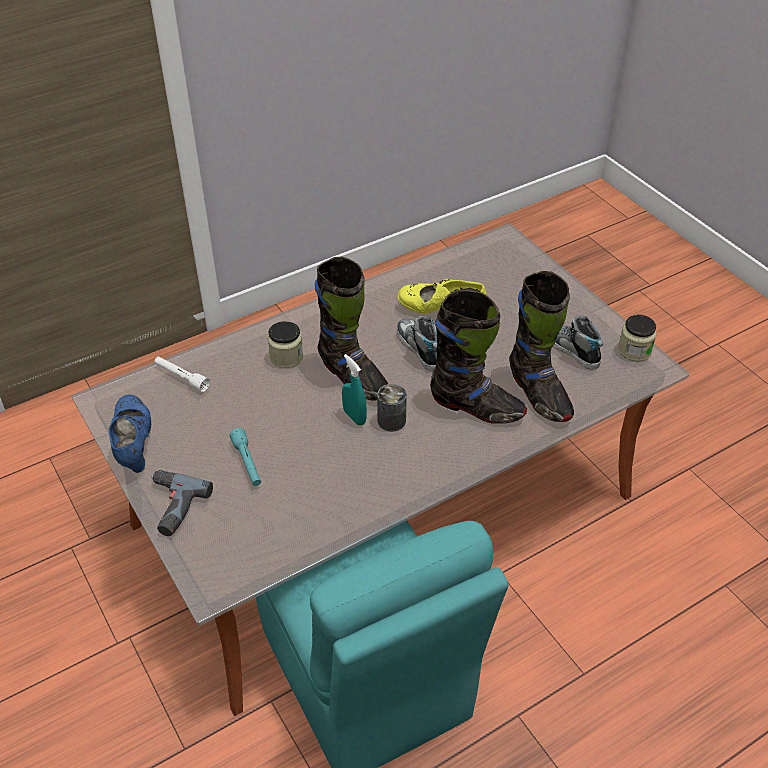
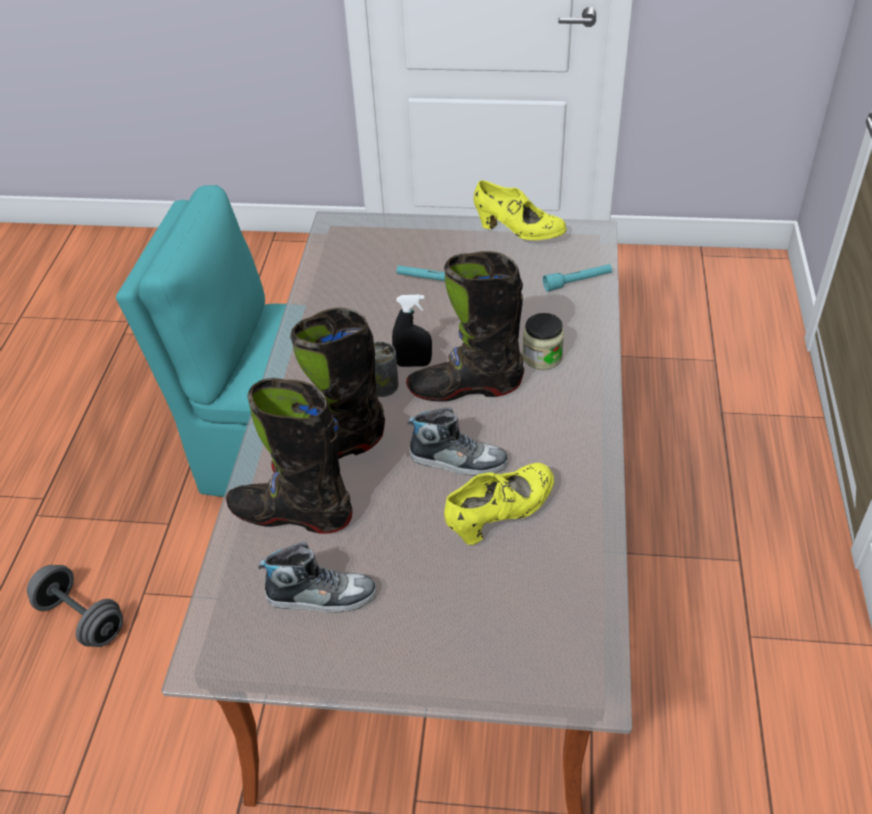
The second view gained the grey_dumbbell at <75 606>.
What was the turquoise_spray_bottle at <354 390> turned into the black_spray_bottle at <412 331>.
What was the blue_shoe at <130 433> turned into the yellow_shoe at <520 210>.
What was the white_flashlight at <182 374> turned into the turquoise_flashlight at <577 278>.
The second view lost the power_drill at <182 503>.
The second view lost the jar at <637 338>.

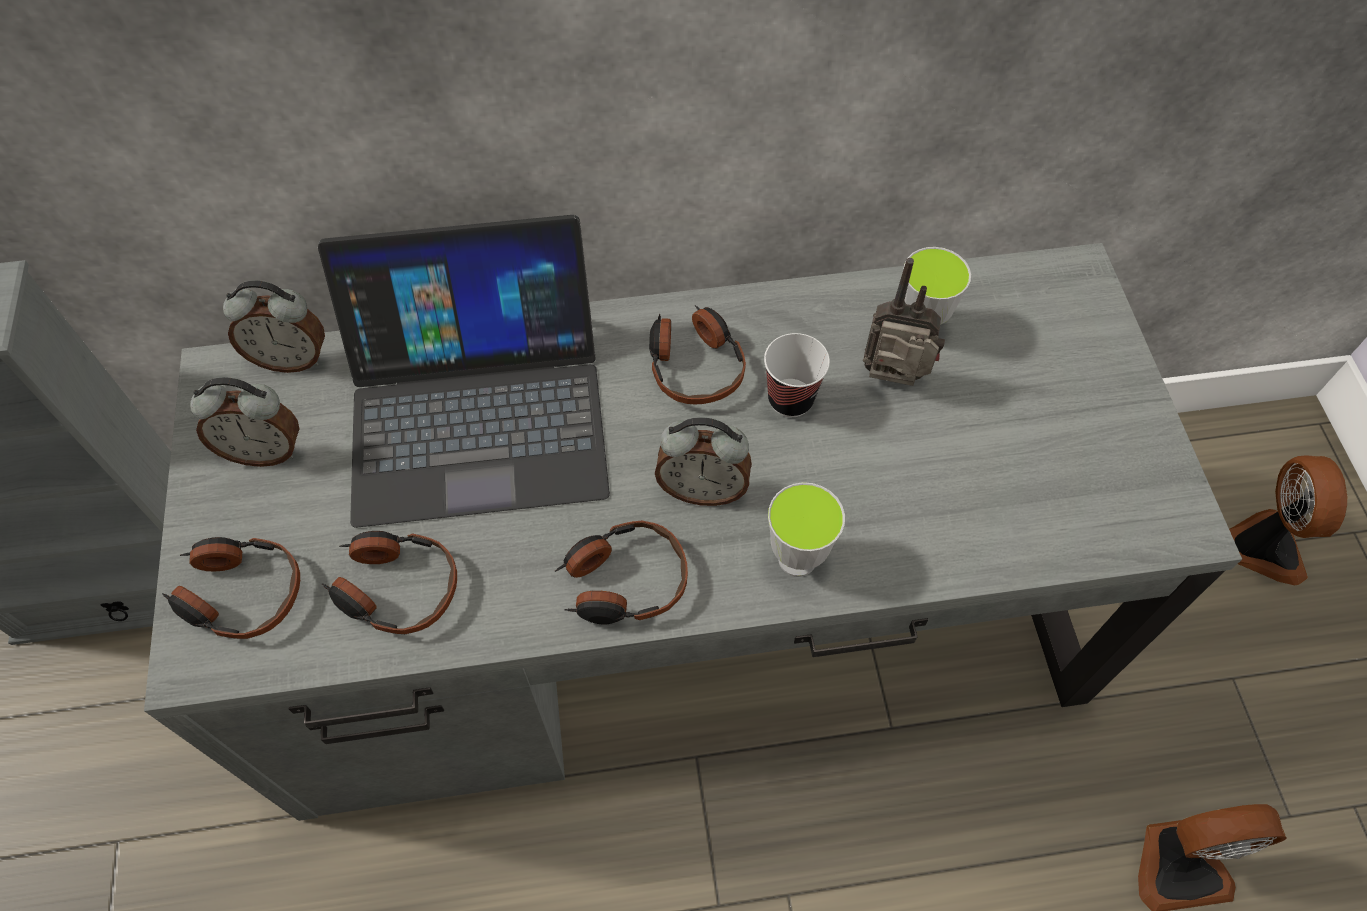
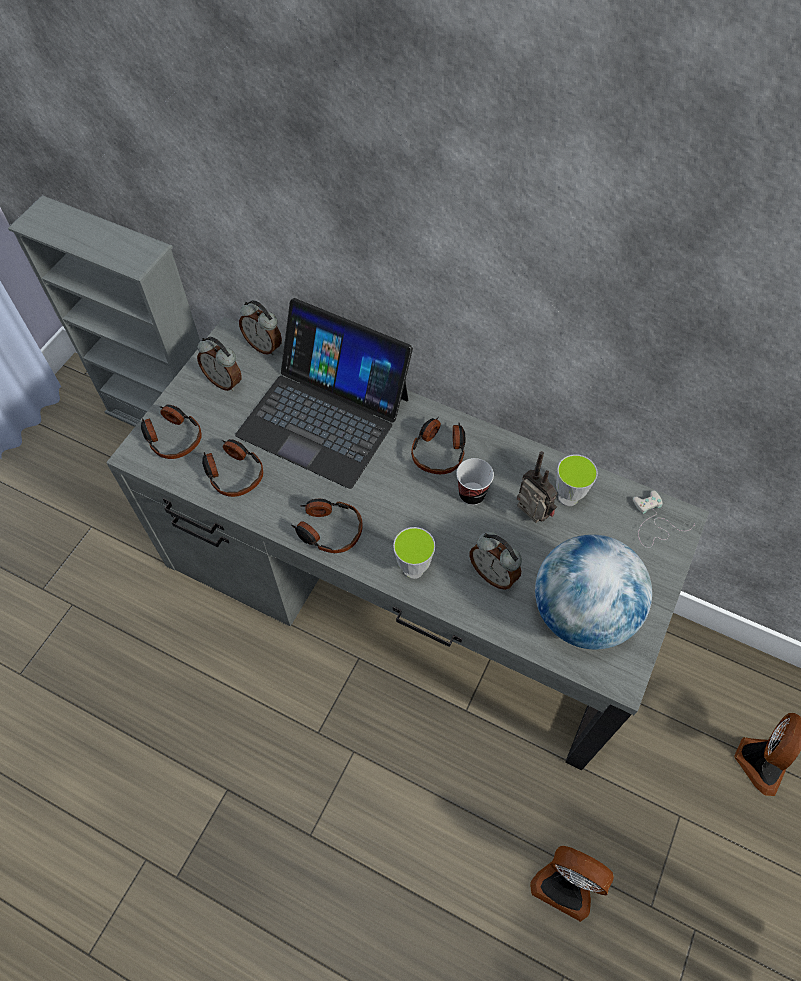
The alarm_clock ended up elsewhere, having gone from <703 461> to <496 561>.
The second view gained the globe at <593 591>.
The second view gained the white_game_controller at <664 519>.

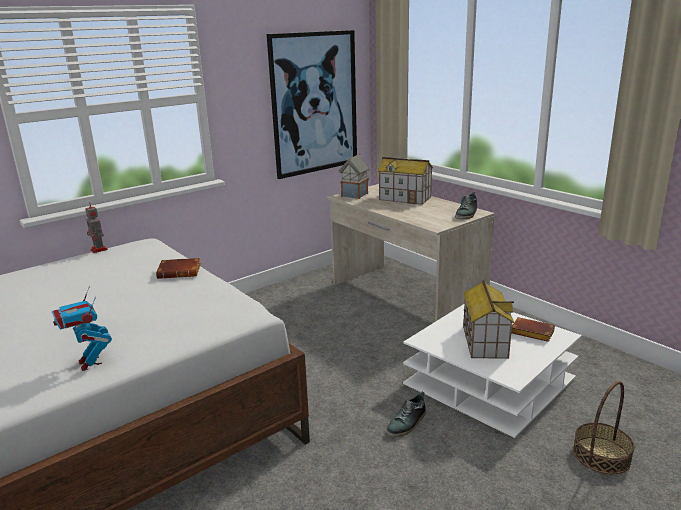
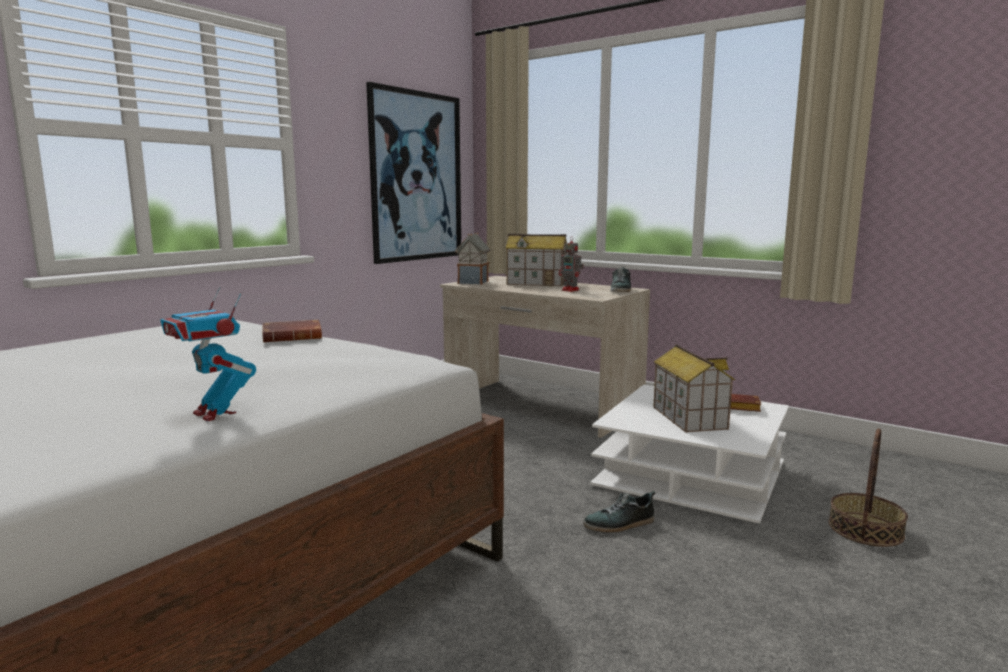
The toy_robot ended up elsewhere, having gone from <96 227> to <571 264>.
The shoe at <406 414> ended up facing another way, 45 degrees clockwise from before.

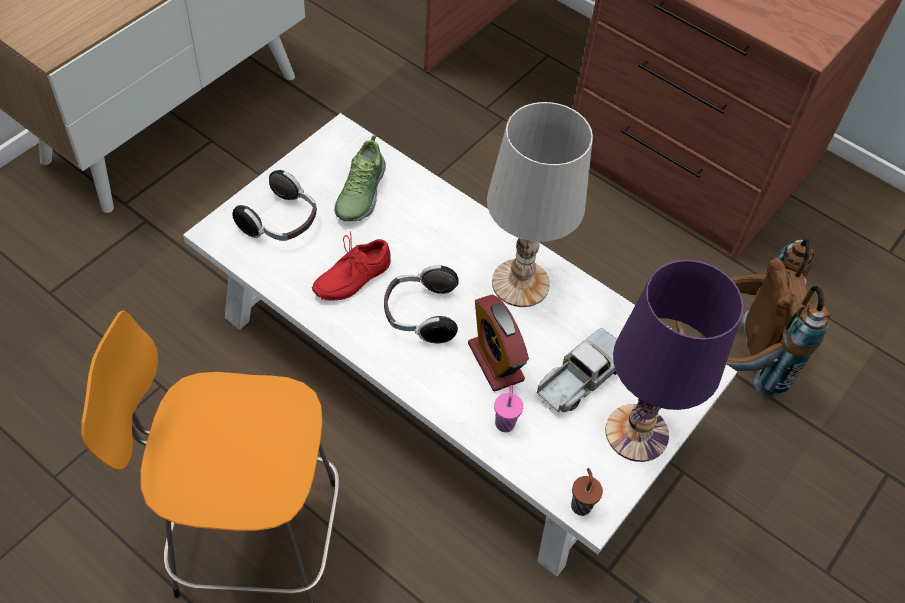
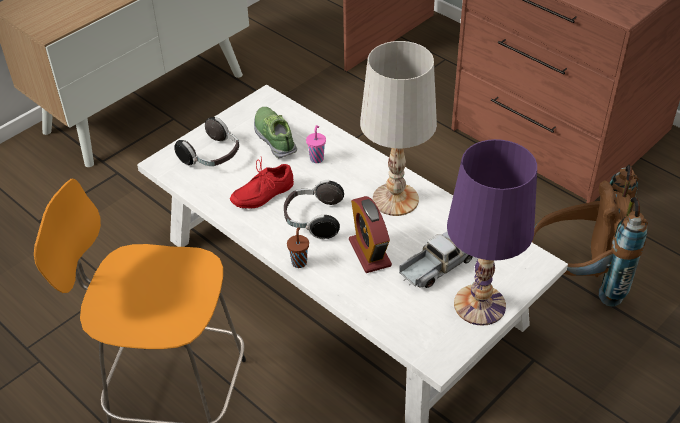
The shoe at <360 178> ended up facing another way, 135 degrees clockwise from before.
The brown_cup ended up elsewhere, having gone from <587 492> to <298 248>.
The pink_cup ended up elsewhere, having gone from <508 408> to <316 144>.

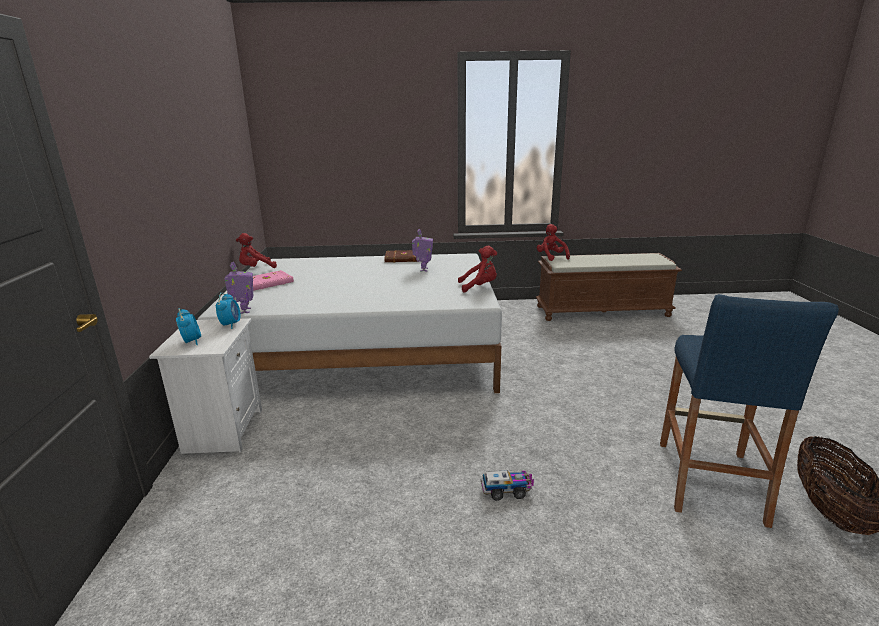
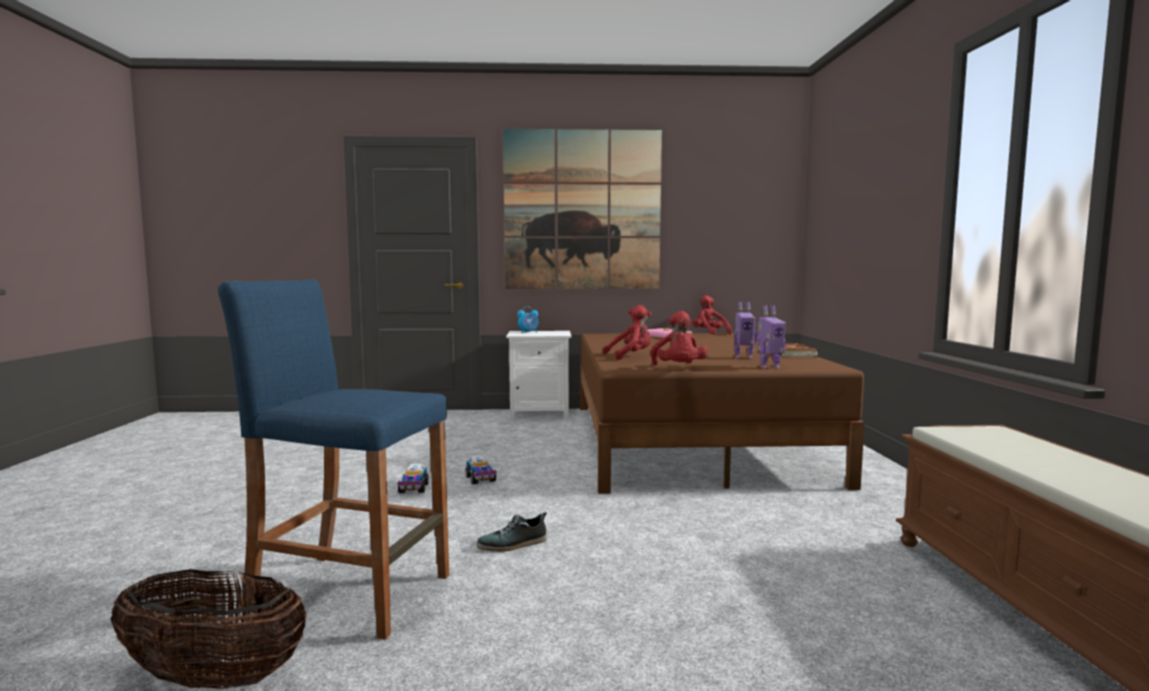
The second view gained the toy_truck at <481 469>.
The second view gained the shoe at <512 532>.
The second view gained the picture at <582 209>.
What was the white_bed at <349 323> turned into the brown_bed at <722 413>.
The red_plush_toy ended up elsewhere, having gone from <553 242> to <627 332>.
The toy_robot ended up elsewhere, having gone from <239 288> to <771 337>.
The second view lost the alarm_clock at <228 311>.

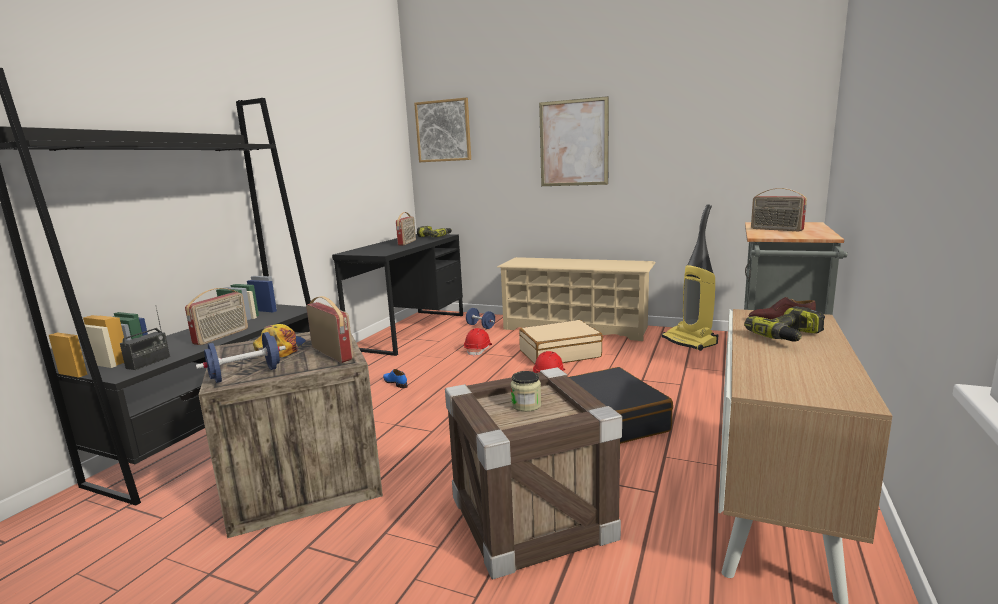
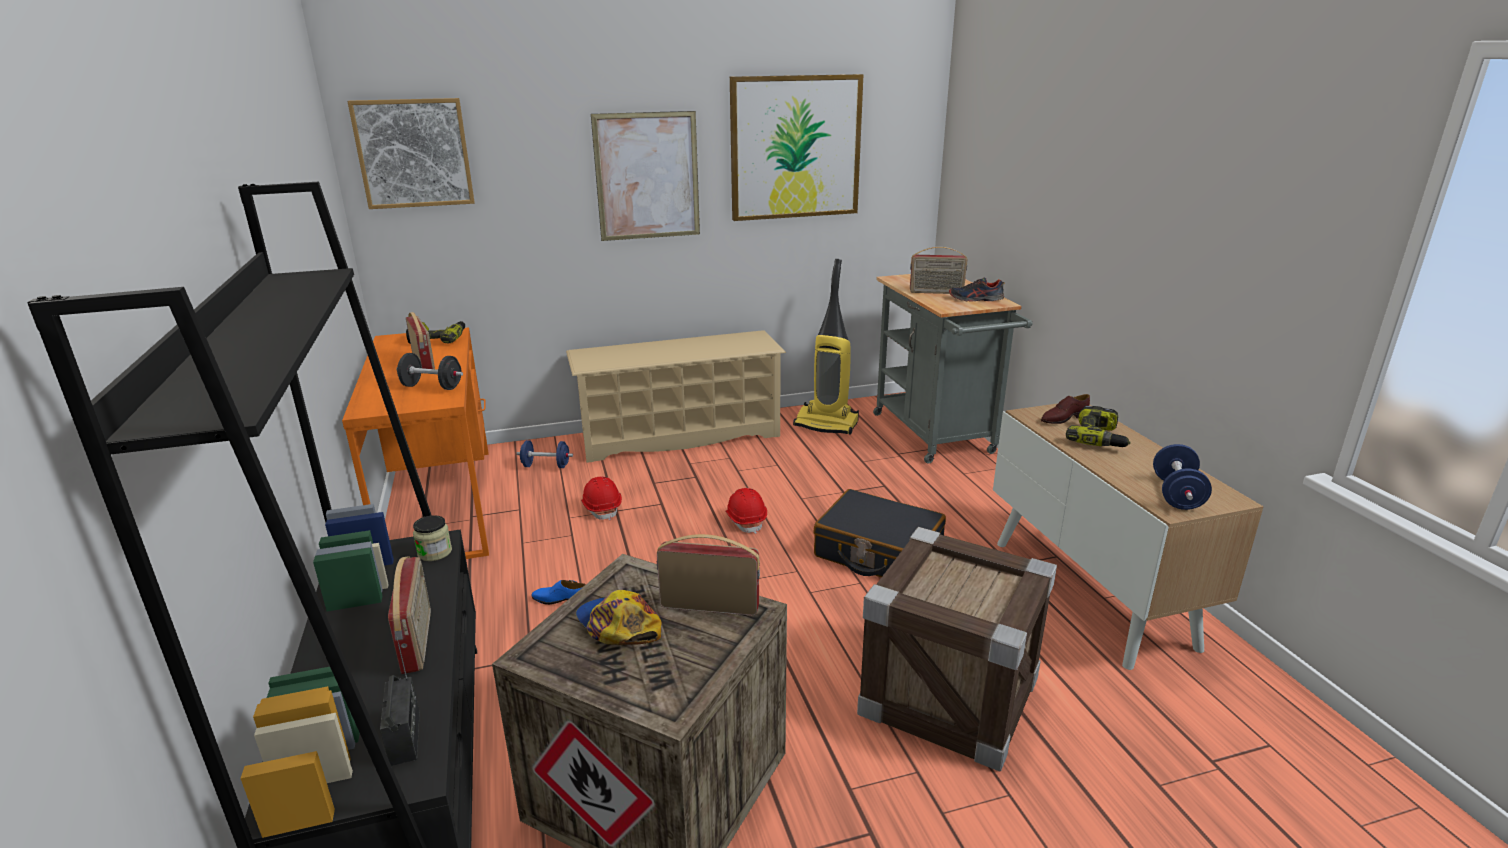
What was the black_desk at <397 295> turned into the orange_desk at <415 443>.
The second view gained the black_dumbbell at <429 371>.
The jar ended up elsewhere, having gone from <526 391> to <432 538>.
The second view gained the picture at <797 147>.
The second view gained the shoe at <977 289>.
The blue_dumbbell ended up elsewhere, having gone from <241 357> to <1182 477>.
The second view lost the beige_suitcase at <561 342>.

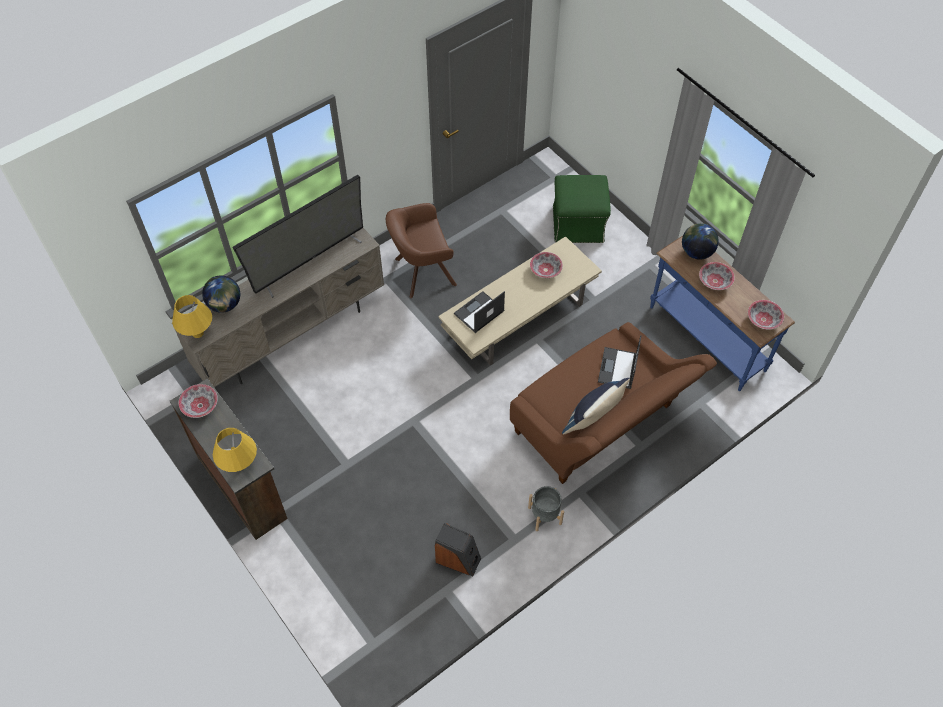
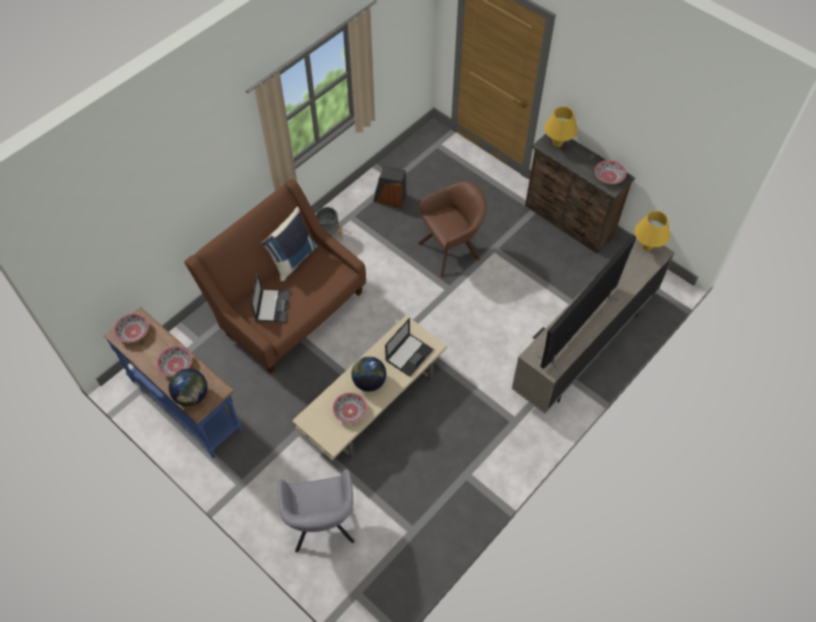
Where the green_ottoman stood at <582 209>, the grey_armchair came to stand at <315 510>.
The globe ended up elsewhere, having gone from <221 294> to <368 374>.
The brown_armchair ended up elsewhere, having gone from <421 250> to <452 229>.

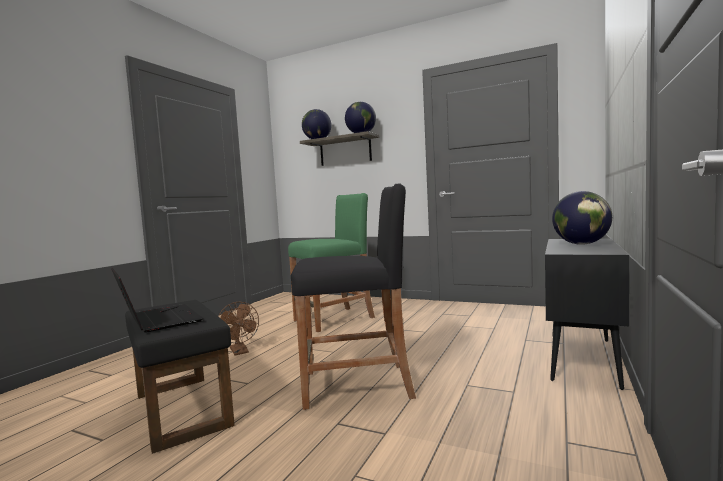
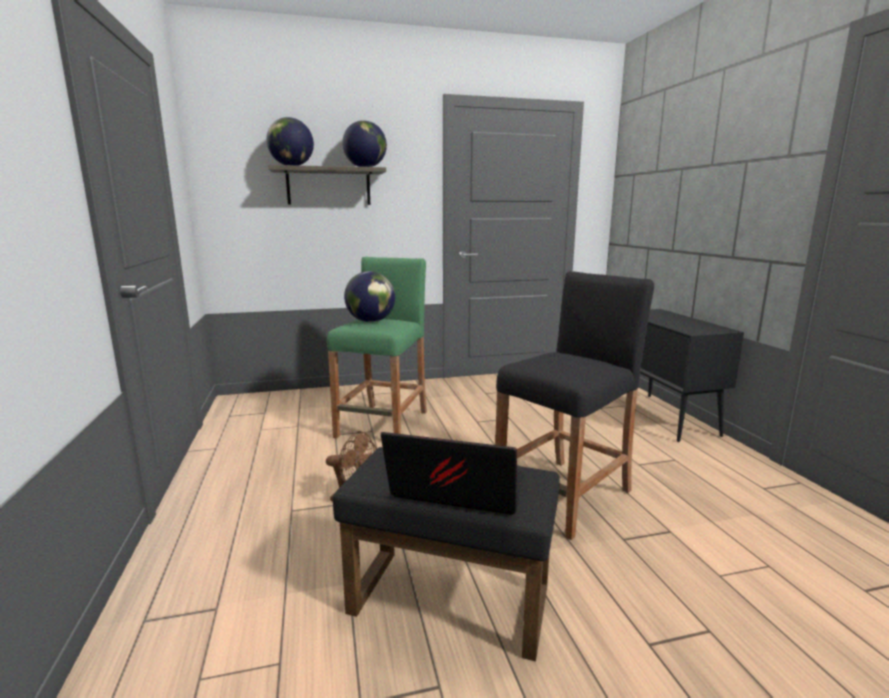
The globe ended up elsewhere, having gone from <582 218> to <369 296>.

